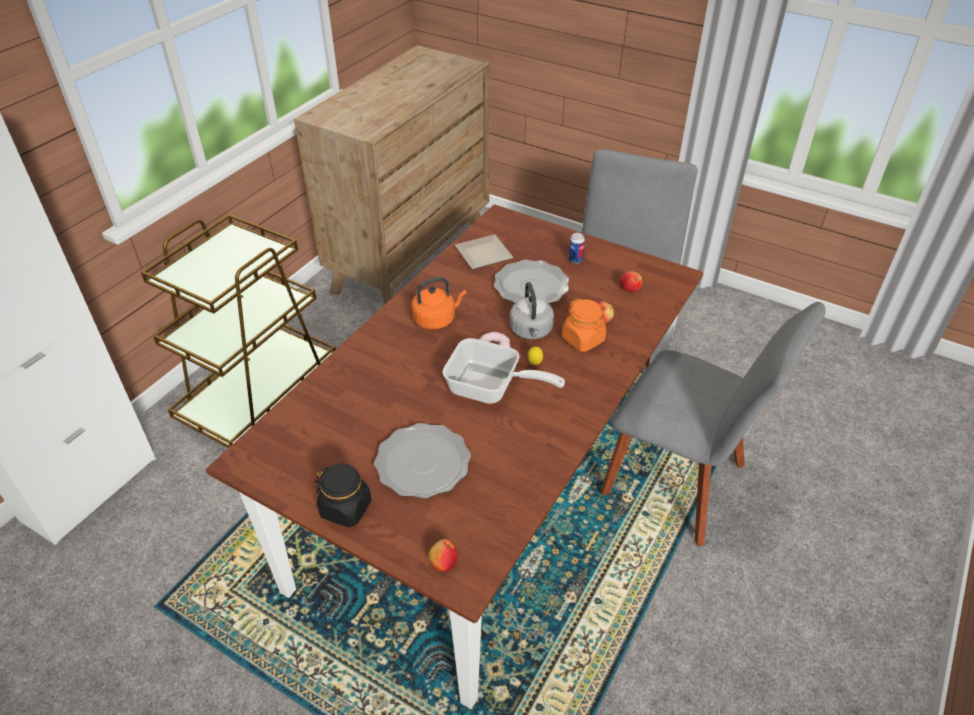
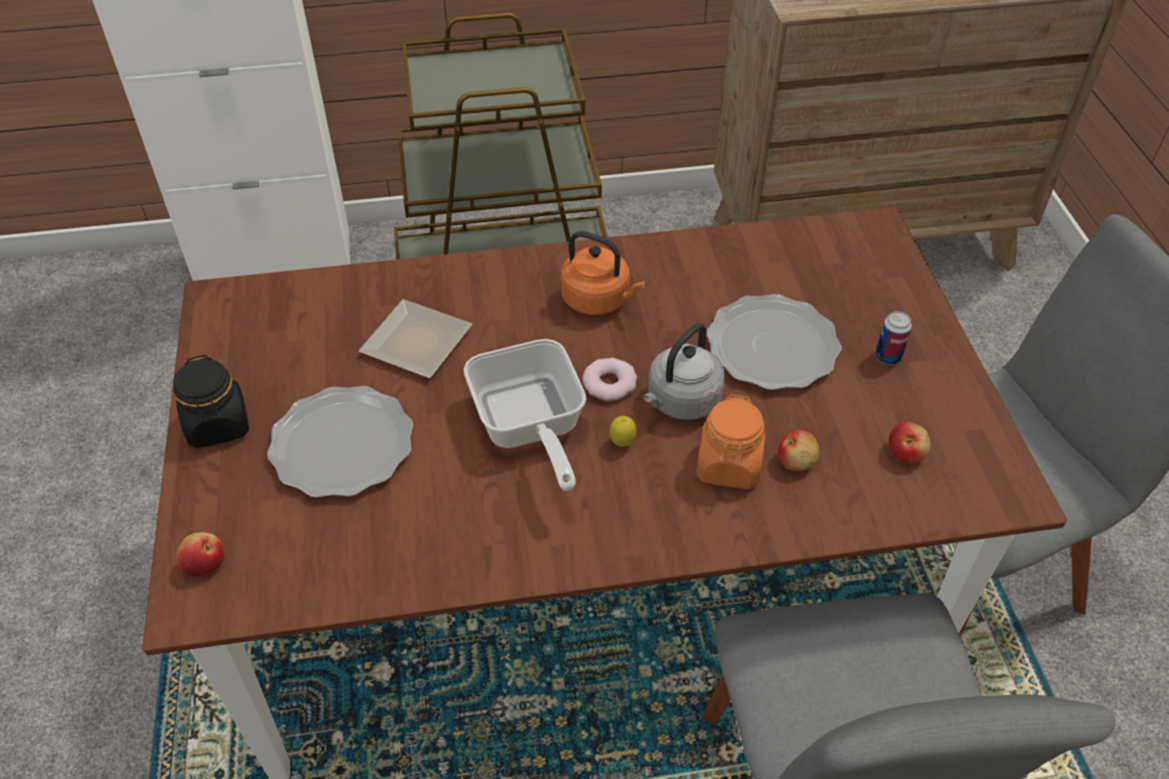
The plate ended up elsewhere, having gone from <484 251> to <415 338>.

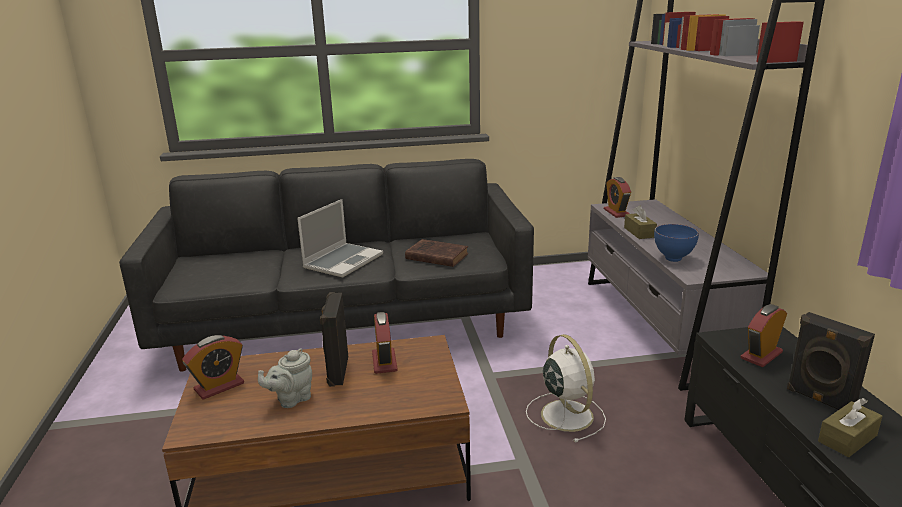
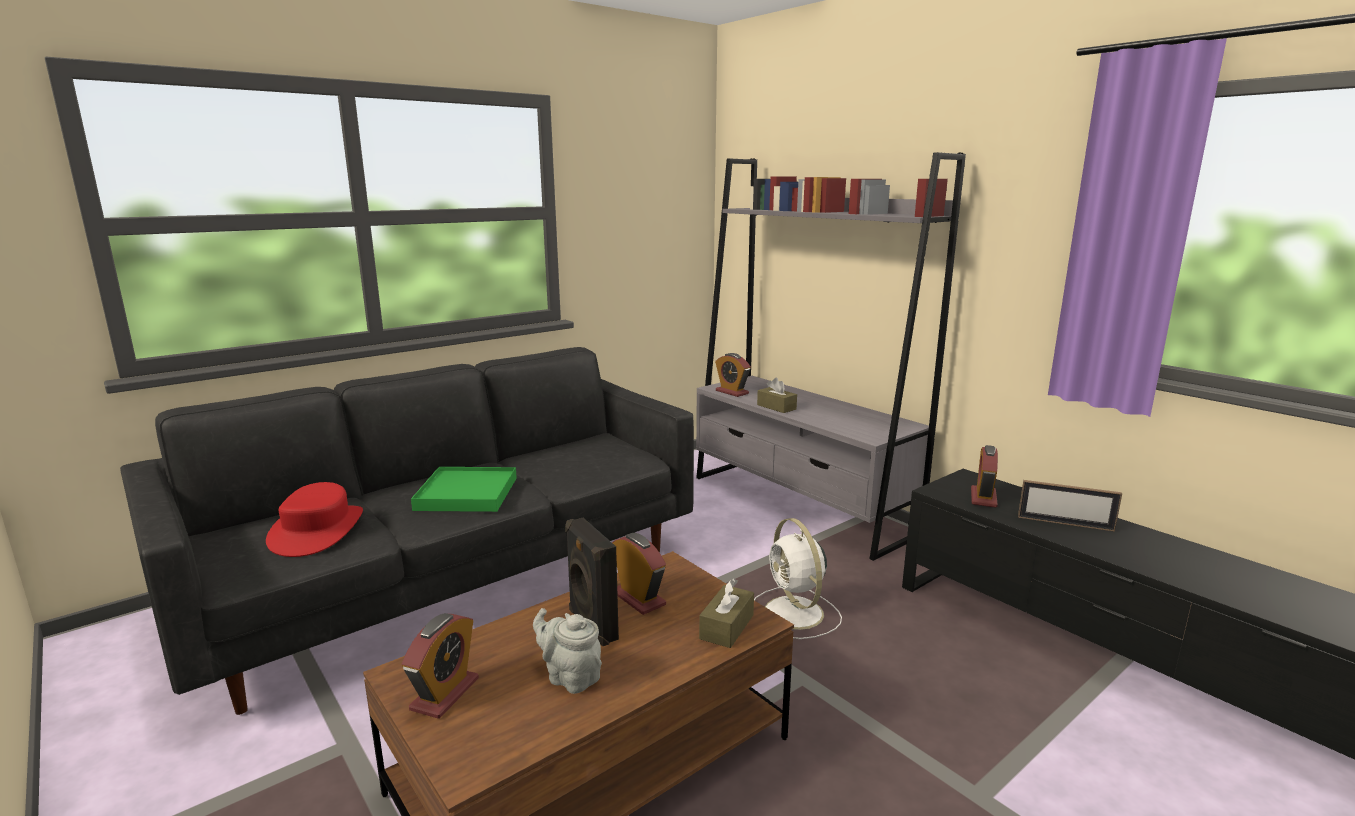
The second view gained the red_hat at <314 519>.
Where the laptop stood at <340 238>, the green_tray came to stand at <464 489>.
The grey_teapot at <285 378> ended up facing another way, 105 degrees clockwise from before.
The brown_tissue_box ended up elsewhere, having gone from <850 427> to <726 613>.
The white_fan at <566 388> ended up facing another way, 150 degrees counterclockwise from before.
Where the black_speaker stood at <831 361>, the picture_frame came to stand at <1070 506>.
The second view lost the brown_book at <436 253>.
The second view lost the blue_bowl at <676 243>.

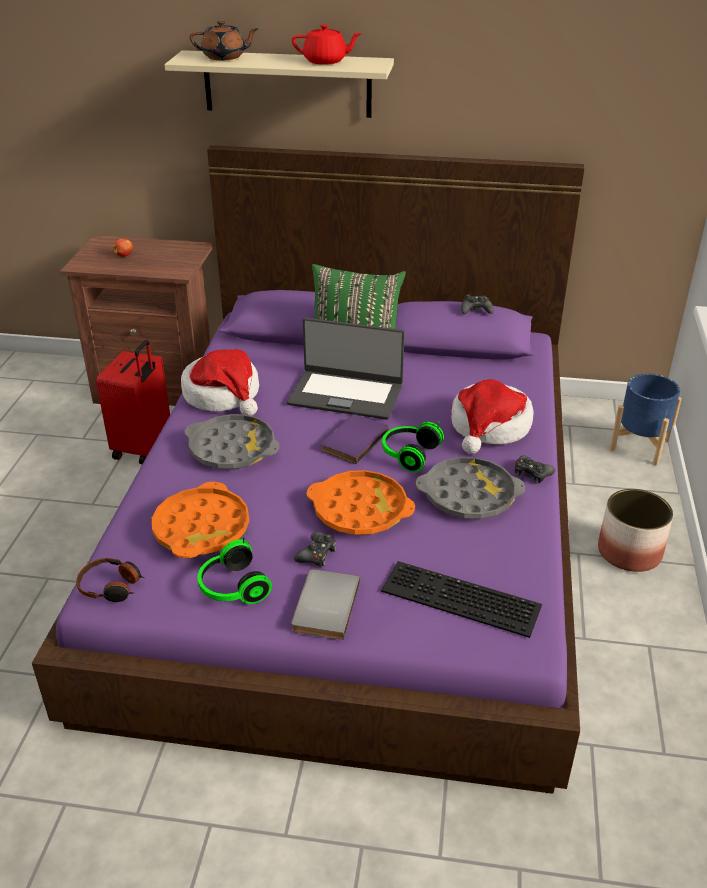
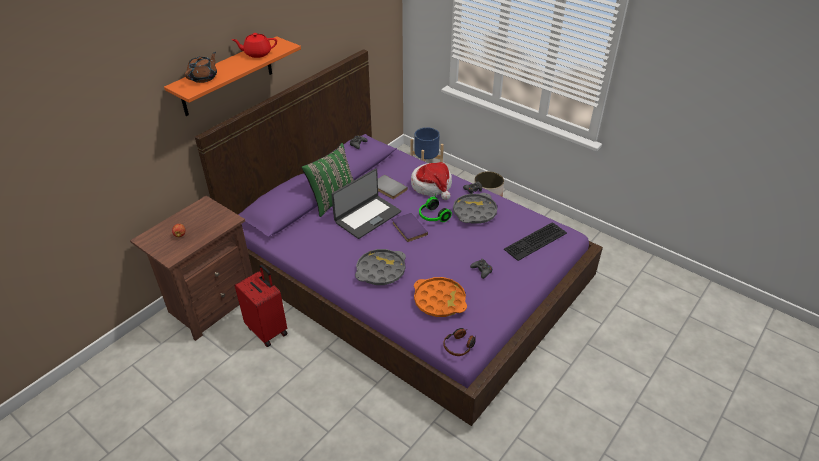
What was the beige_shelf at <279 84> turned into the orange_shelf at <232 76>.
The red_teapot at <327 44> ended up facing another way, 135 degrees counterclockwise from before.
The grey_book ended up elsewhere, having gone from <325 604> to <393 187>.
The second view lost the hat at <220 382>.
The second view lost the headphones at <234 569>.
The second view lost the orange_tray at <360 502>.

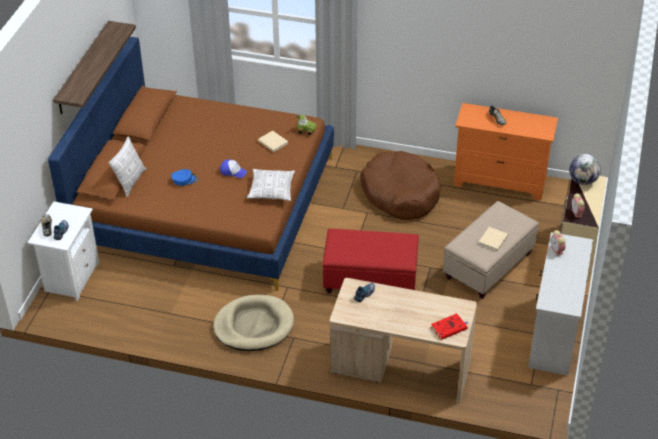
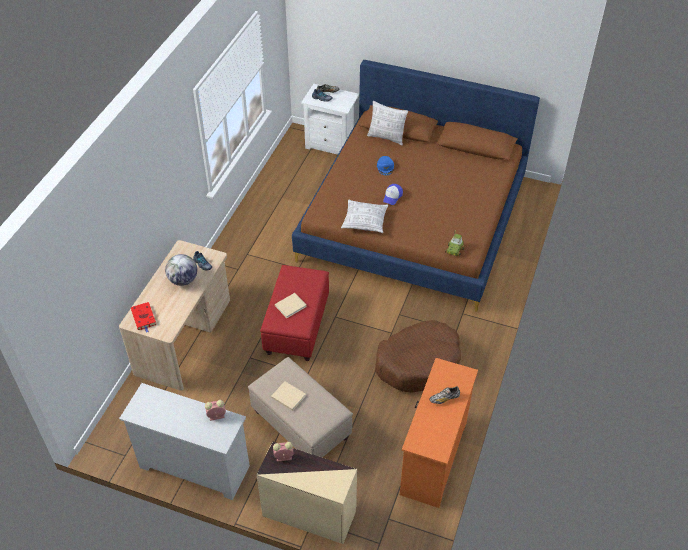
The globe ended up elsewhere, having gone from <585 169> to <181 270>.
The beige_book ended up elsewhere, having gone from <273 141> to <291 305>.
The second view lost the shelf at <94 67>.
The second view lost the beige_dog_bed at <253 323>.

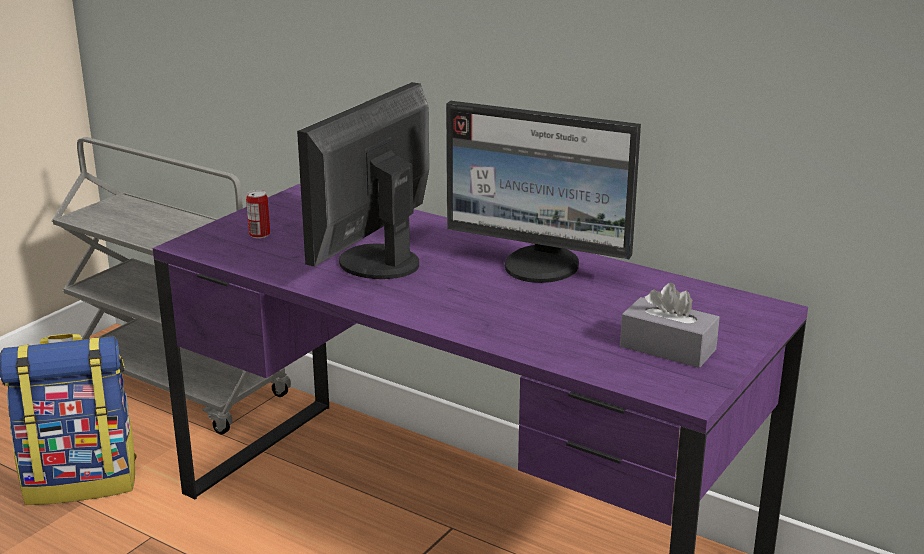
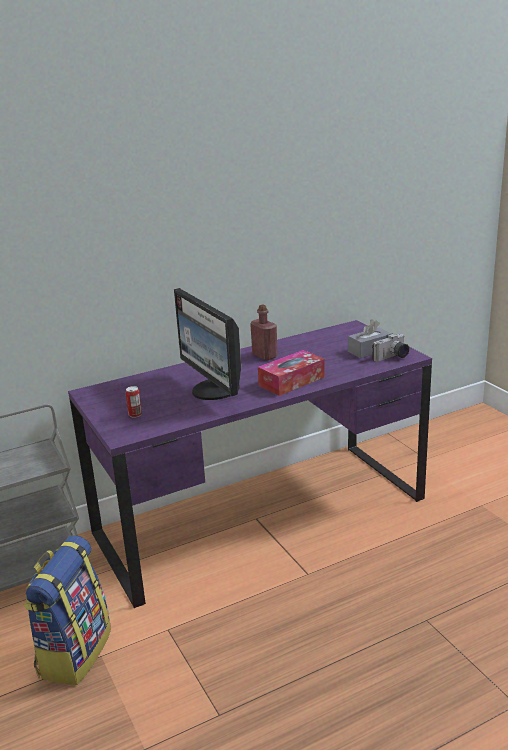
Where the monitor stood at <543 192>, the red_bottle came to stand at <264 333>.
The second view gained the tissue_box at <291 373>.
The second view gained the photo_camera at <390 347>.

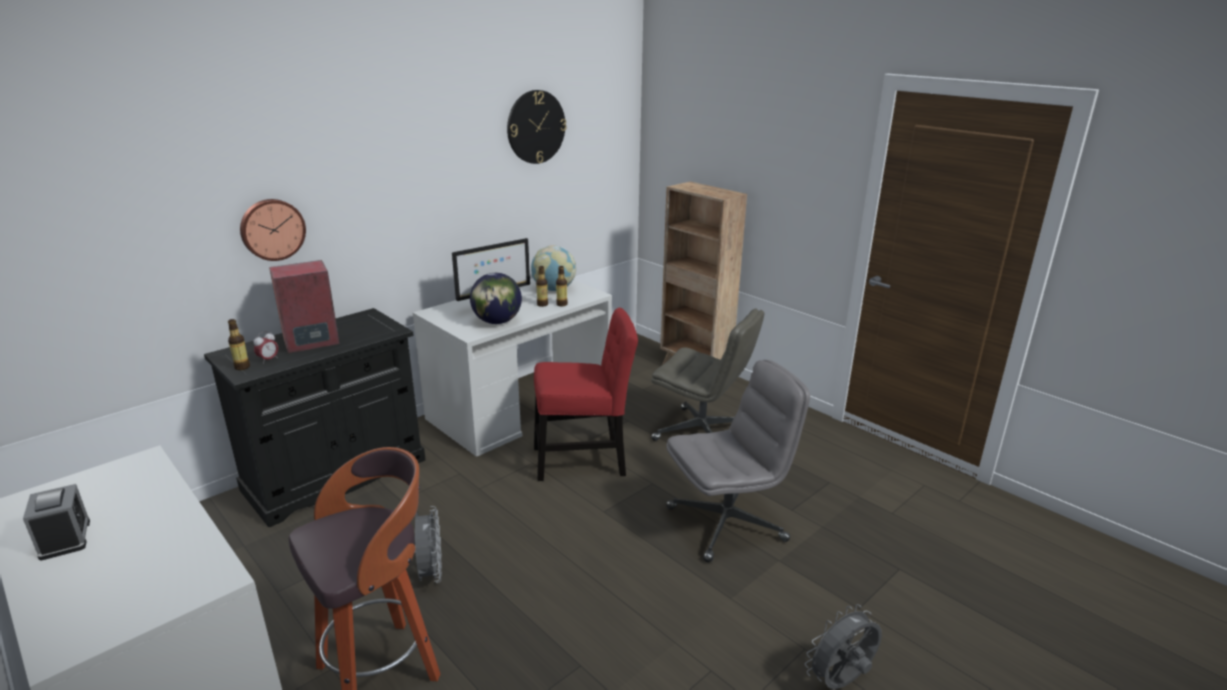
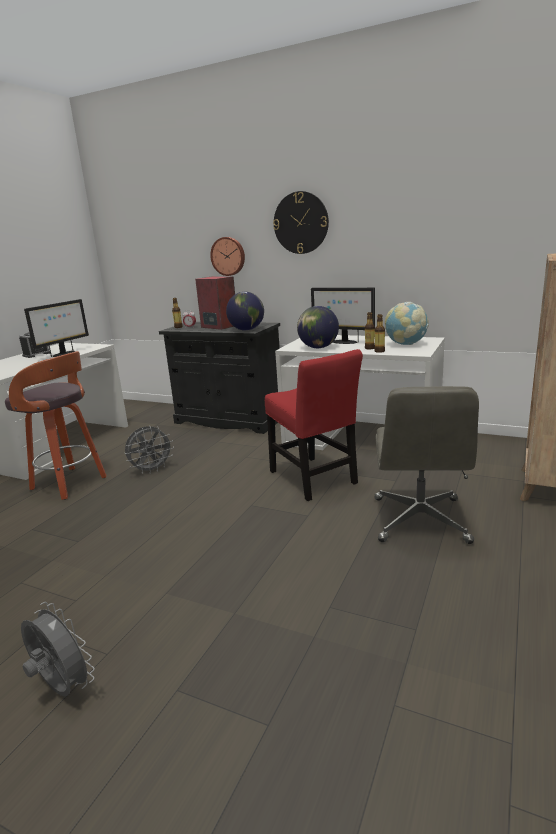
The second view gained the monitor at <56 328>.
The second view gained the globe at <245 311>.
The wall_clock ended up elsewhere, having gone from <537 127> to <301 222>.
The second view lost the grey_office_chair at <738 461>.

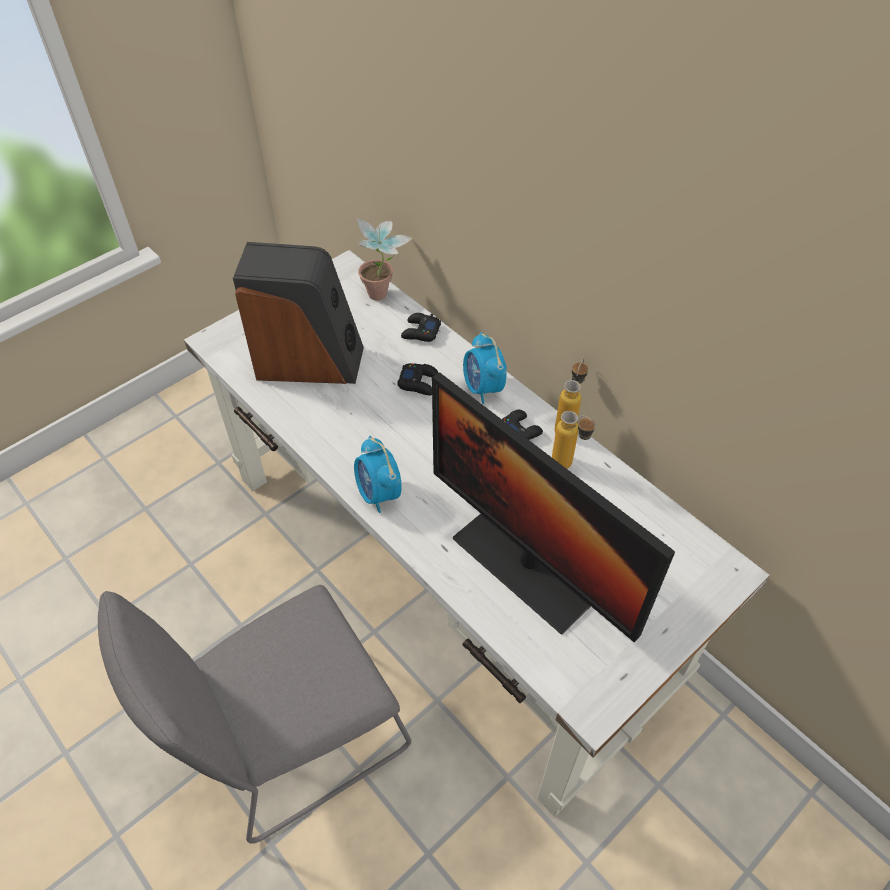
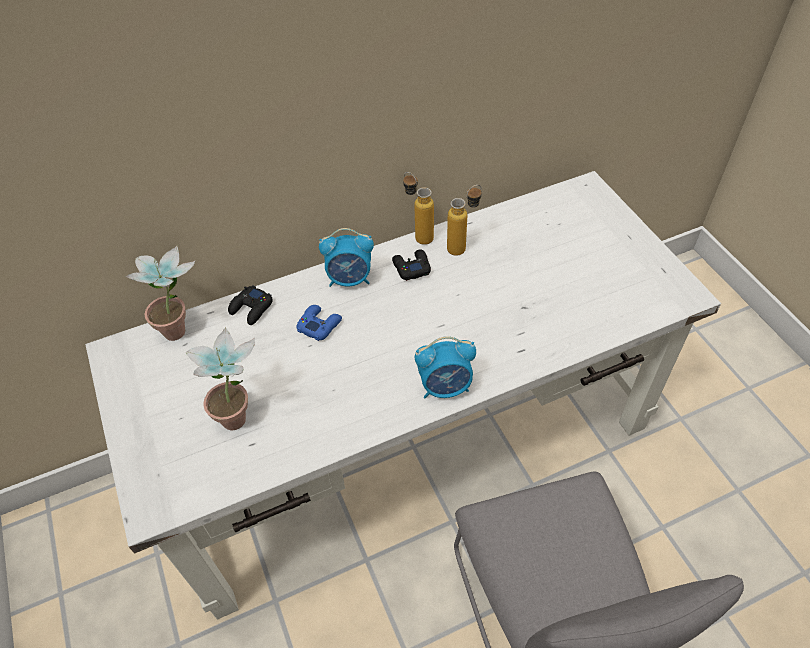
Where the speaker stood at <298 313>, the potted_plant came to stand at <220 378>.
What was the black_game_controller at <417 379> turned into the blue_game_controller at <319 323>.
The second view lost the monitor at <553 507>.

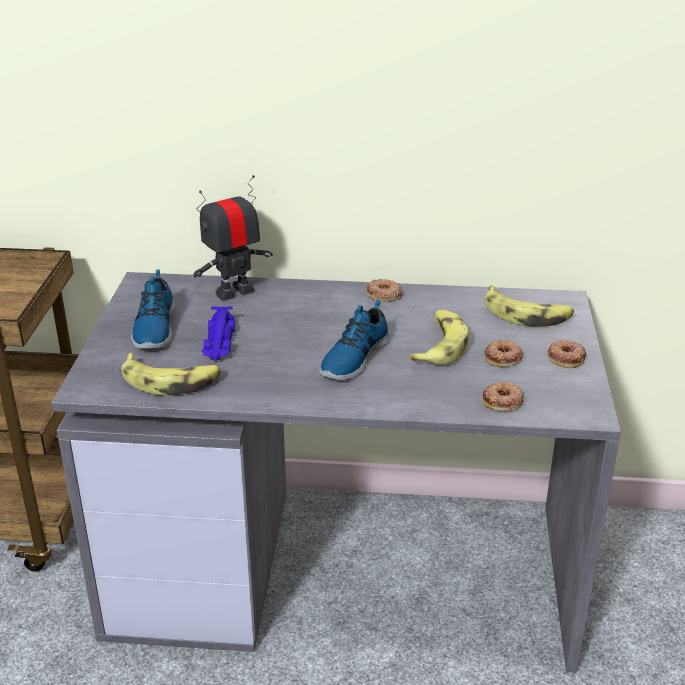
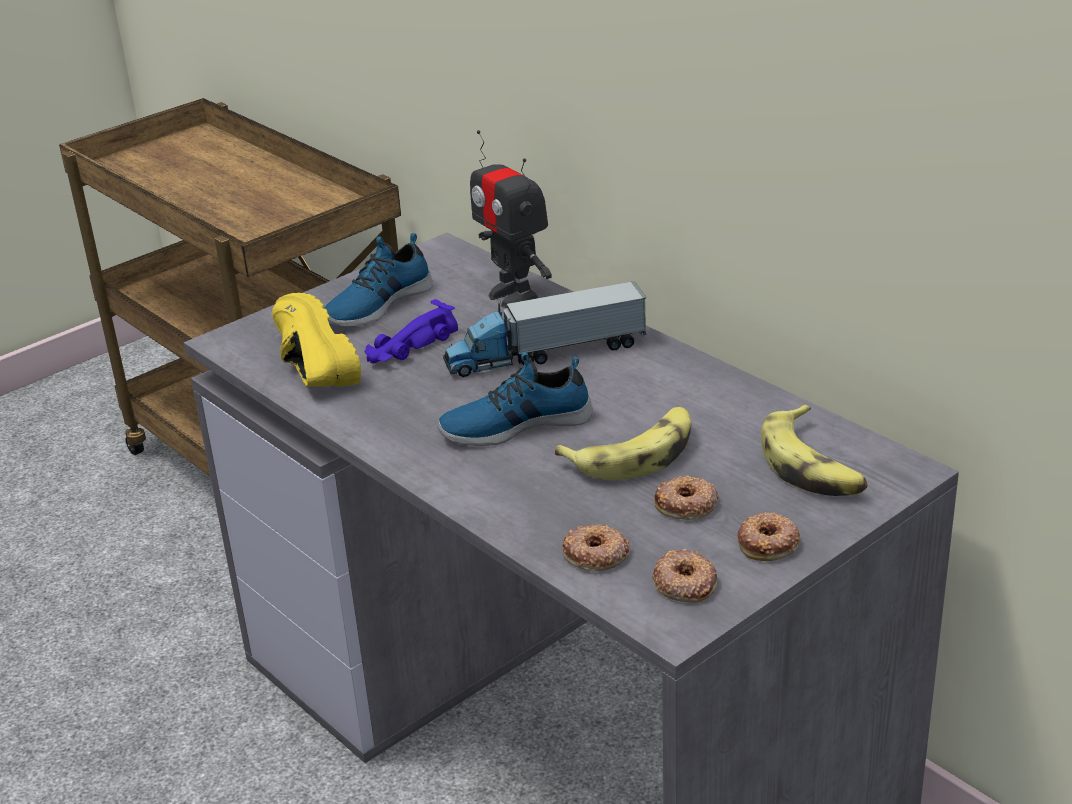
Where the banana stood at <170 374>, the yellow_shoe came to stand at <316 340>.
The second view gained the toy_truck at <545 329>.
The toy_robot at <233 238> ended up facing another way, 135 degrees counterclockwise from before.
The donut ended up elsewhere, having gone from <384 290> to <684 576>.

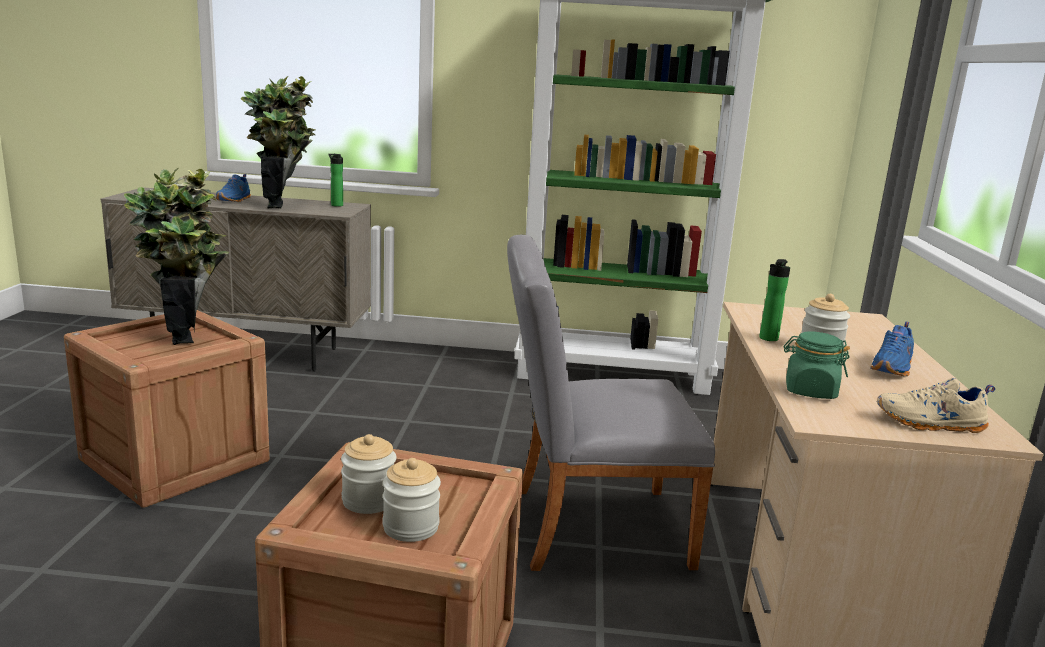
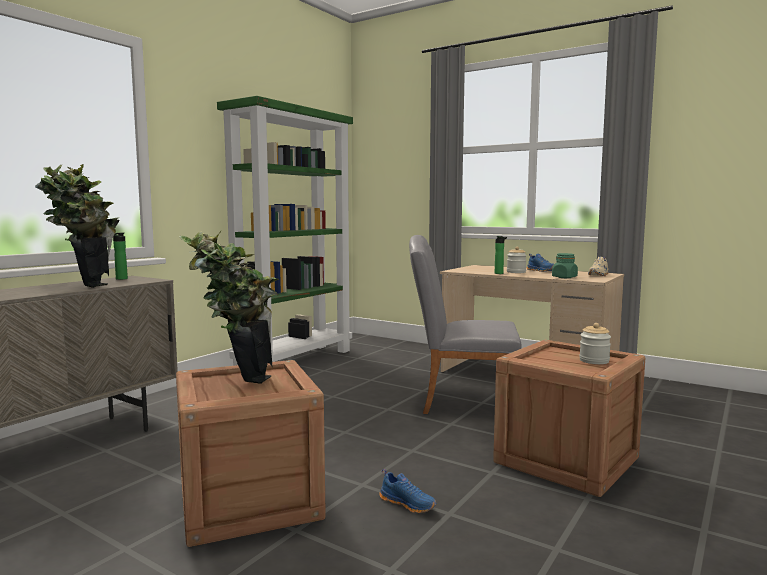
The blue_shoe ended up elsewhere, having gone from <233 188> to <408 491>.
The grey_chair at <611 403> ended up facing another way, 75 degrees clockwise from before.
The second view lost the jar at <369 474>.

